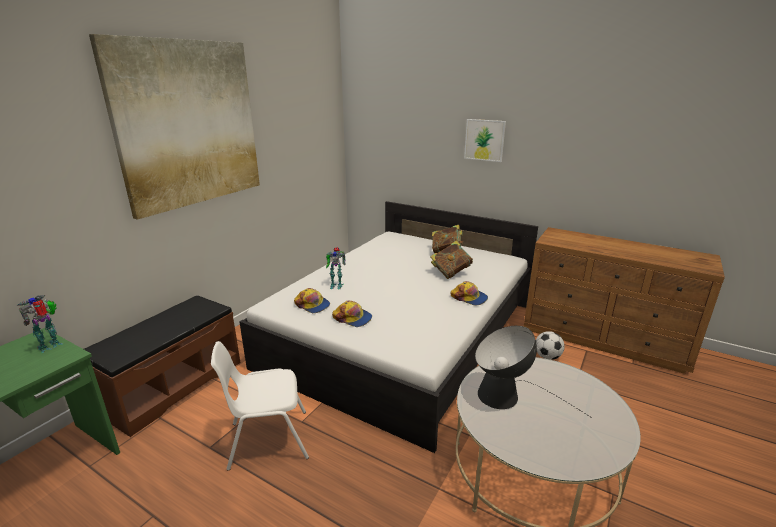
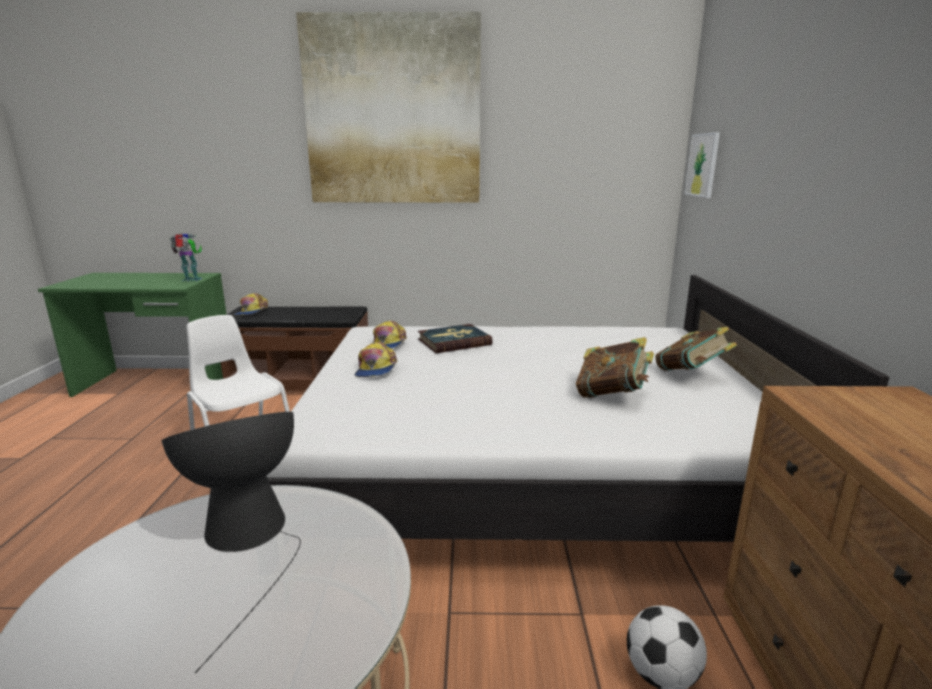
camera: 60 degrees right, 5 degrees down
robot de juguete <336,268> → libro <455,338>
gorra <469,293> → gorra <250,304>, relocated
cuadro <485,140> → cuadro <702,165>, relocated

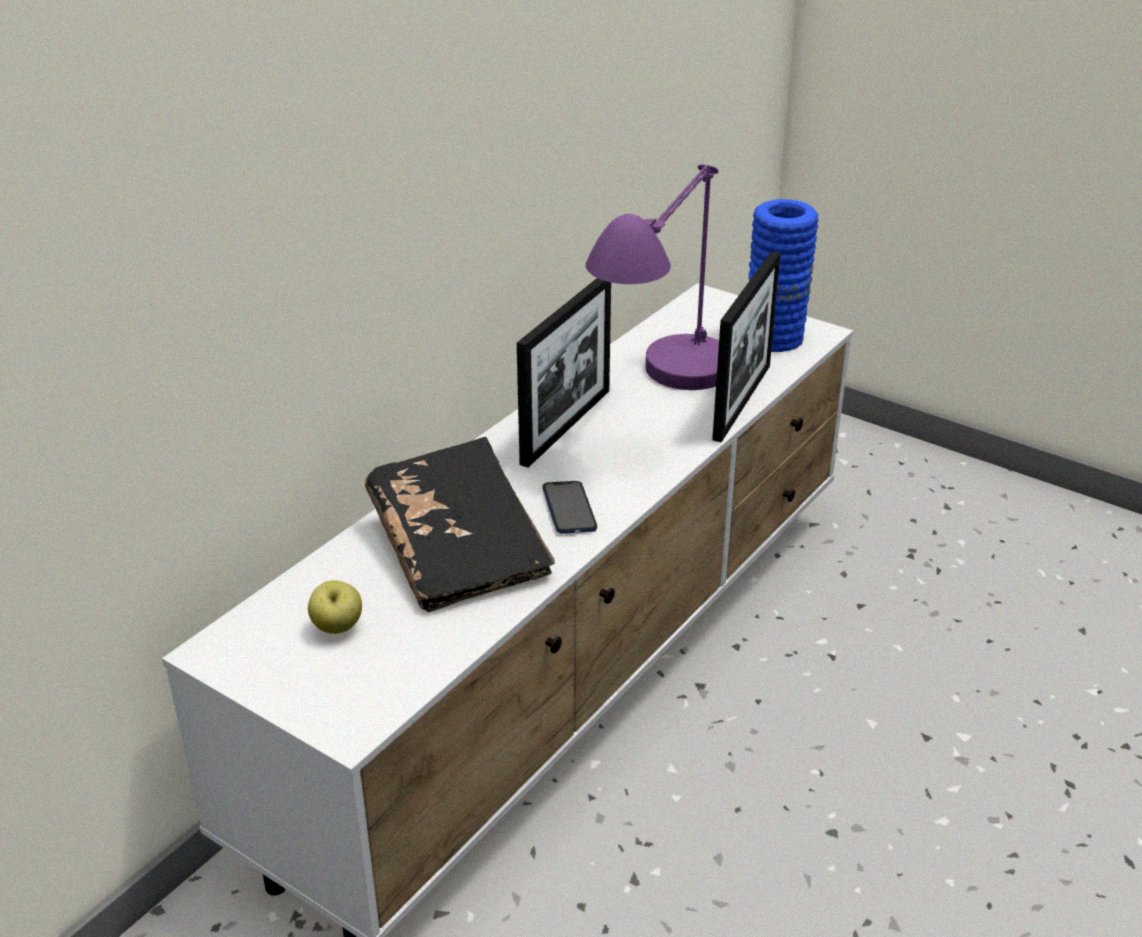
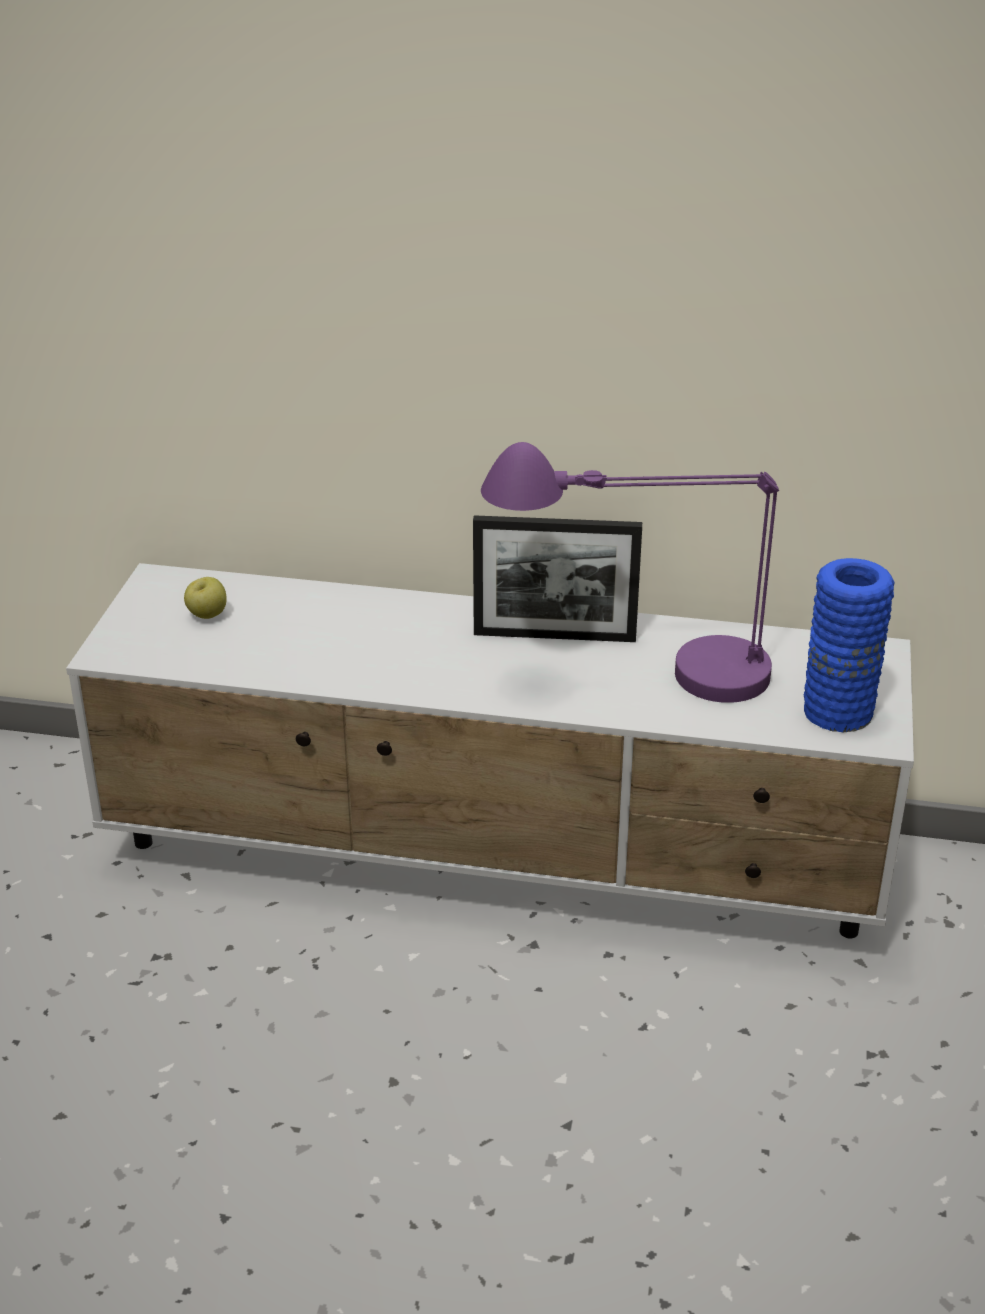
camera: 65 degrees right, 0 degrees up
libro [negro] <460,524> → -
móvil <569,507> → -
portarretratos <746,346> → -

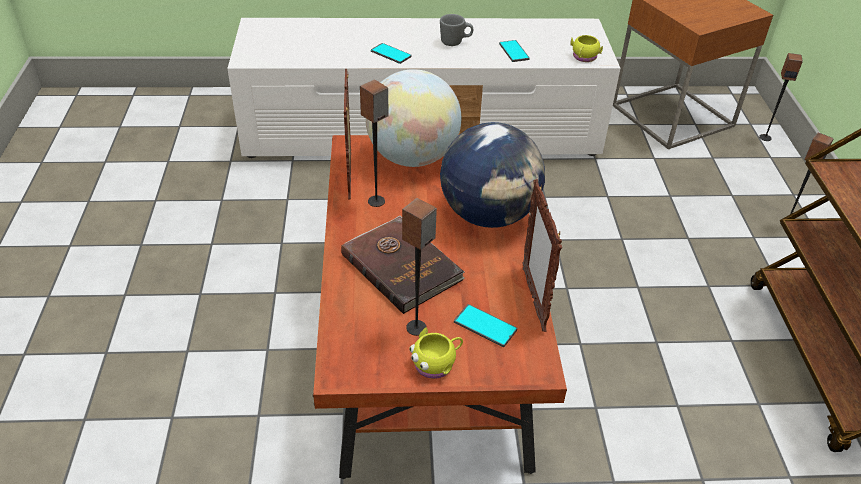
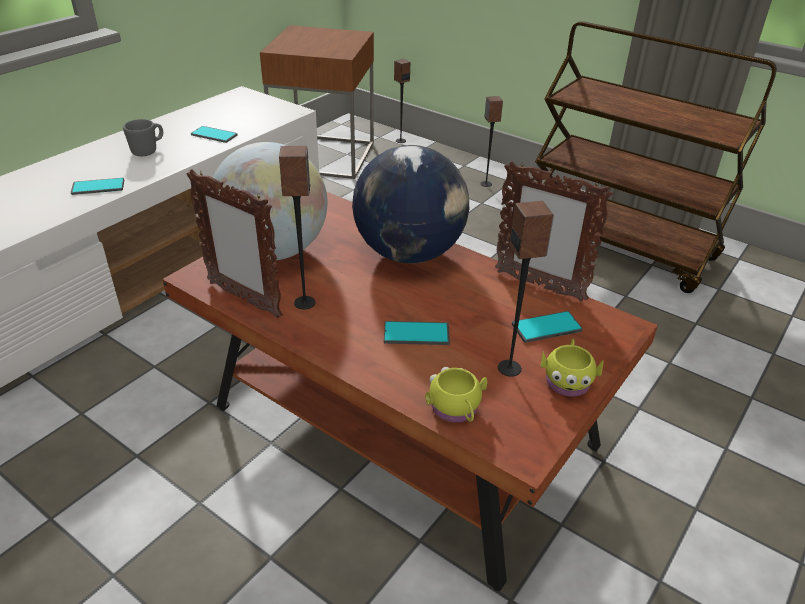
camera: 50 degrees left, 5 degrees down
libro [marrón] <403,265> → móvil <417,333>
taza grande [amarillo] <586,48> → taza grande [amarillo] <456,394>, relocated

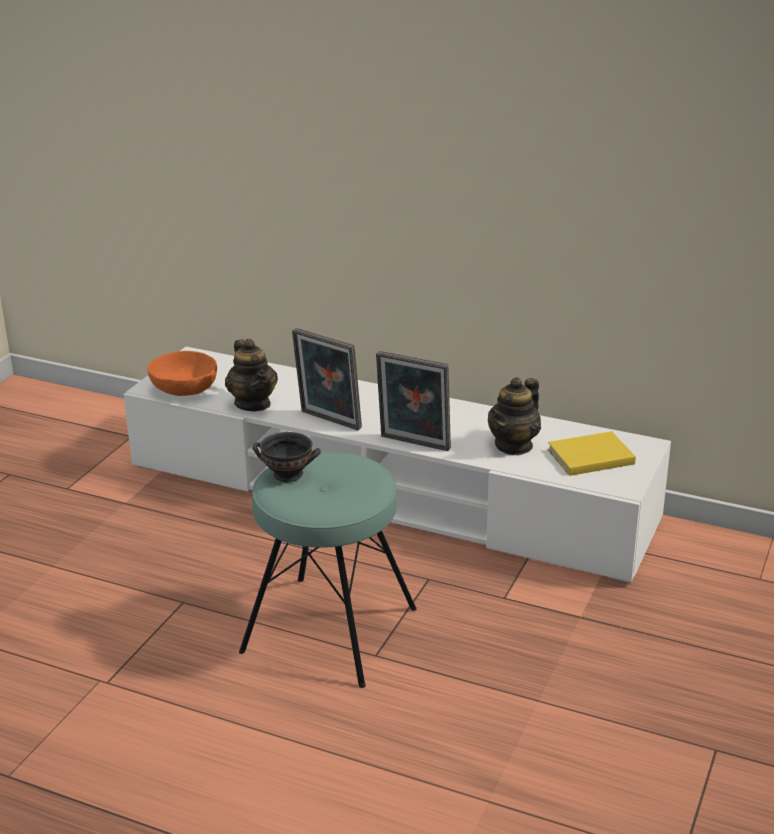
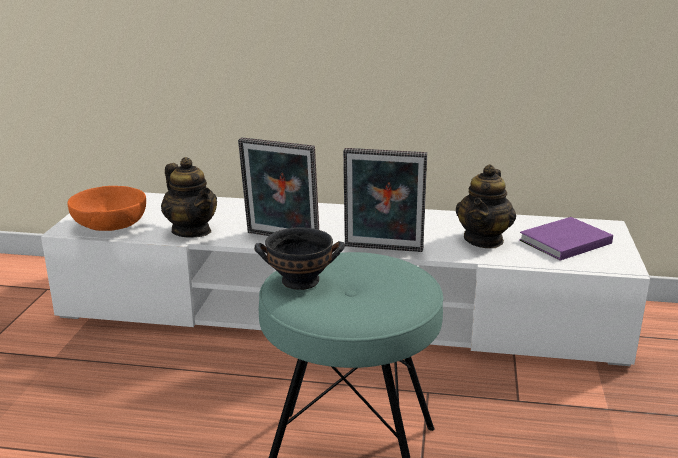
camera: 15 degrees left, 5 degrees down
libro [amarillo] <592,453> → libro [morado] <566,238>

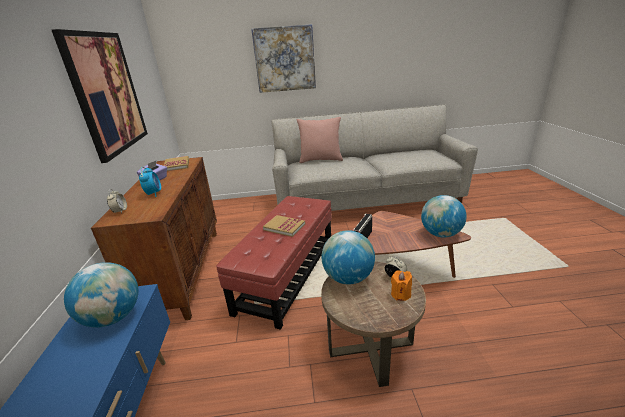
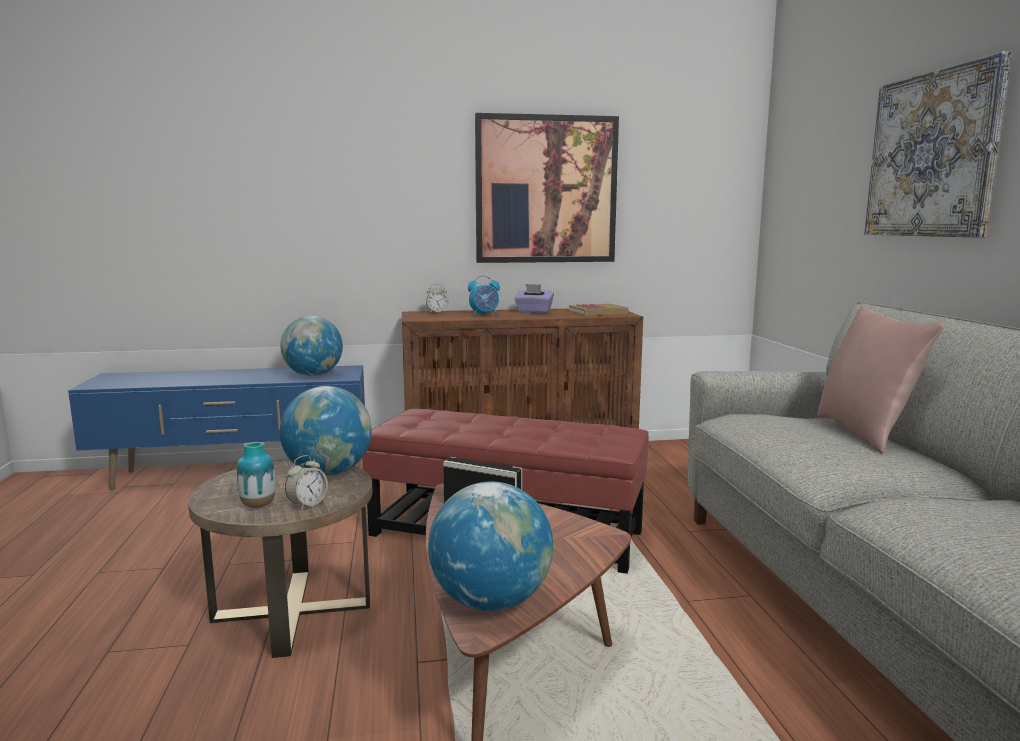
camera: 85 degrees right, 15 degrees down
libro <284,226> → -
vela [naranja] <401,285> → florero <256,475>

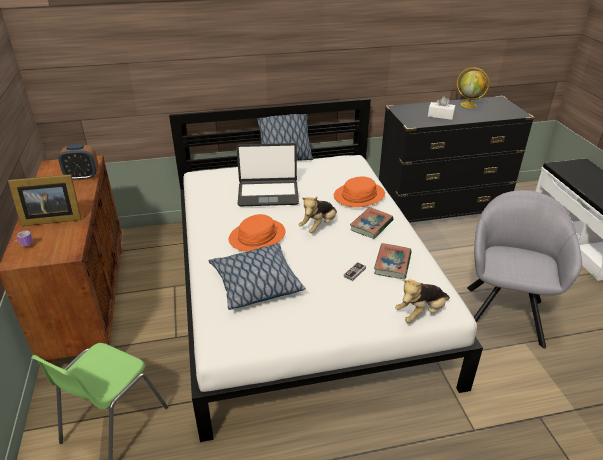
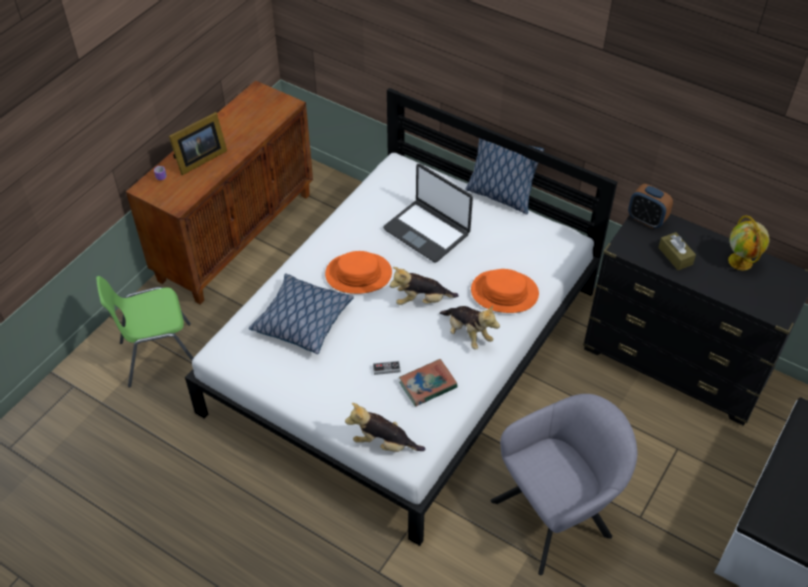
camera: 45 degrees right, 15 degrees up
portarretratos <45,200> → portarretratos <198,143>, 75 degrees counterclockwise
despertador <78,162> → despertador <650,206>, relocated
libro <372,223> → peluche <469,327>
caja de pañuelos [blanco] <441,108> → caja de pañuelos [marrón] <677,251>

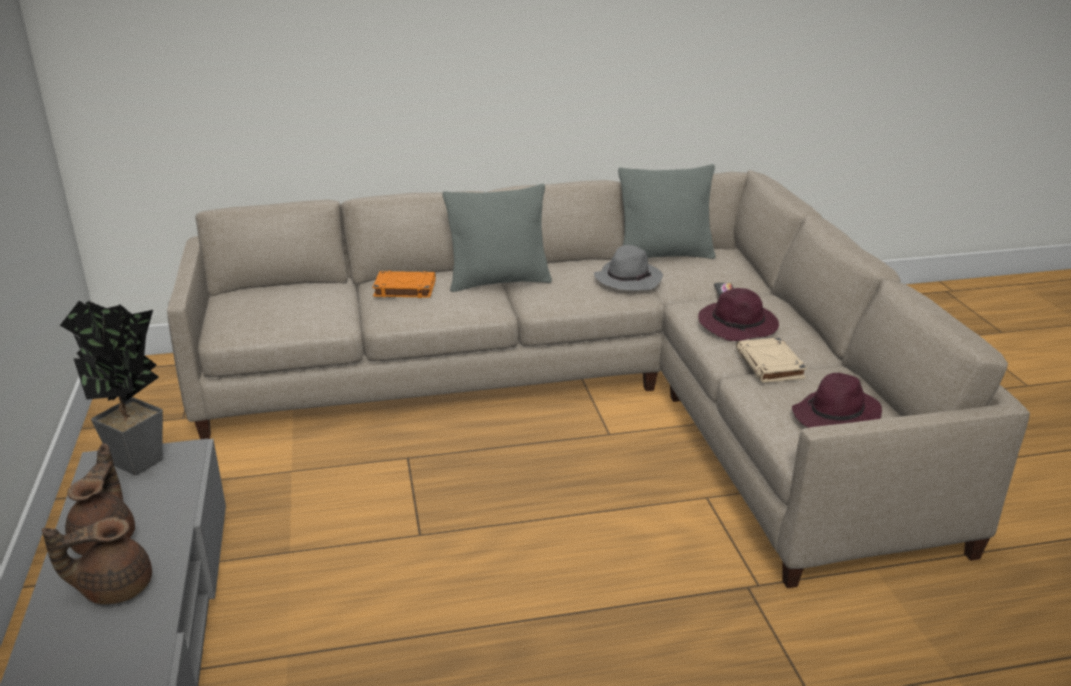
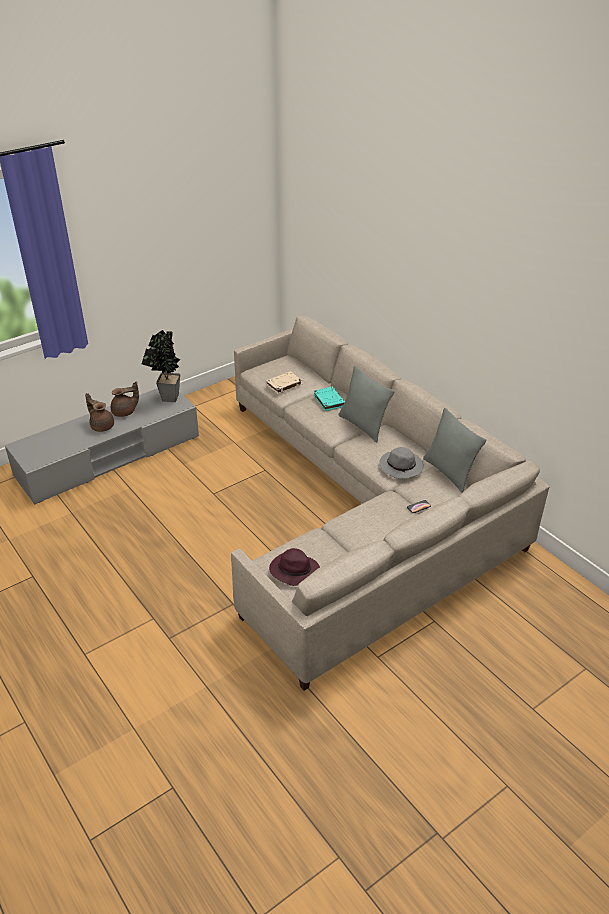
camera: 65 degrees right, 10 degrees up
libro [naranja] <403,284> → libro [turquesa] <329,399>
sombrero [morado] <738,314> → -
libro [beis] <771,360> → libro [beis] <284,382>, relocated

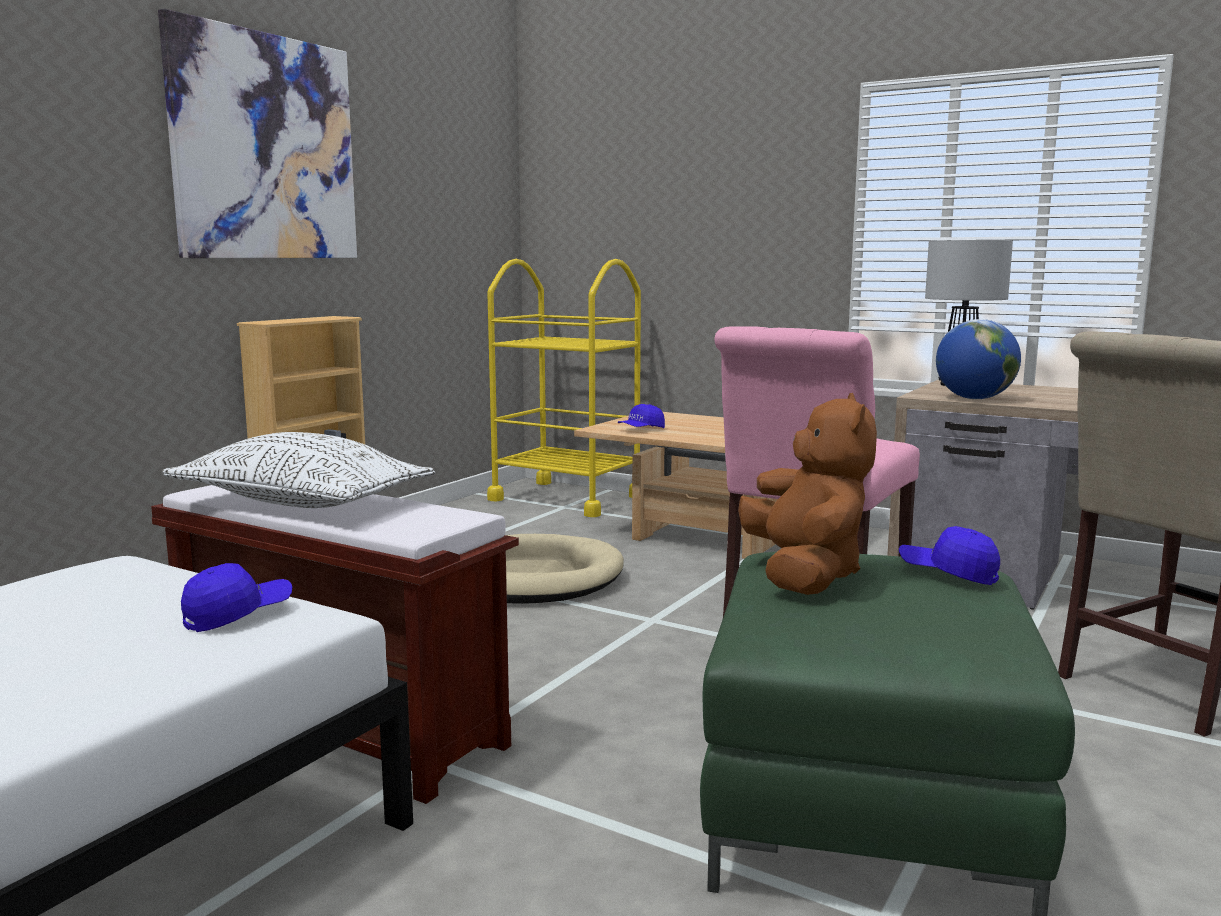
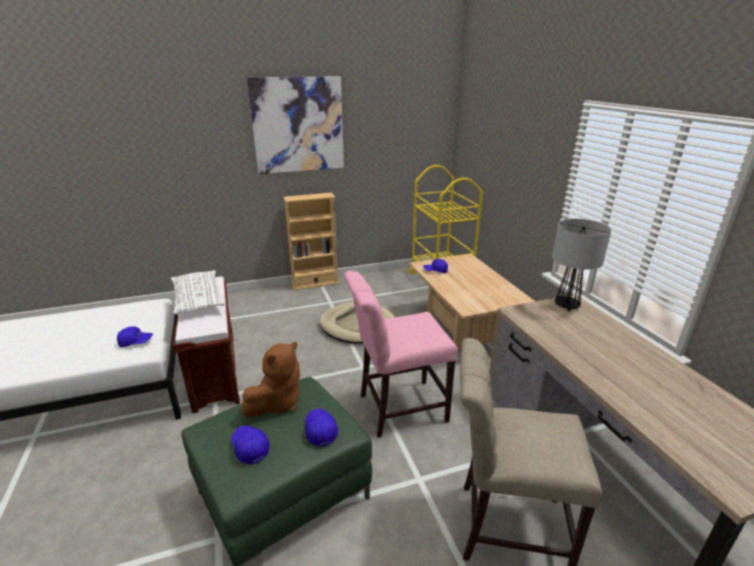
camera: 40 degrees right, 15 degrees up
globo terráqueo <978,359> → -
- → gorra [azul] <250,445>

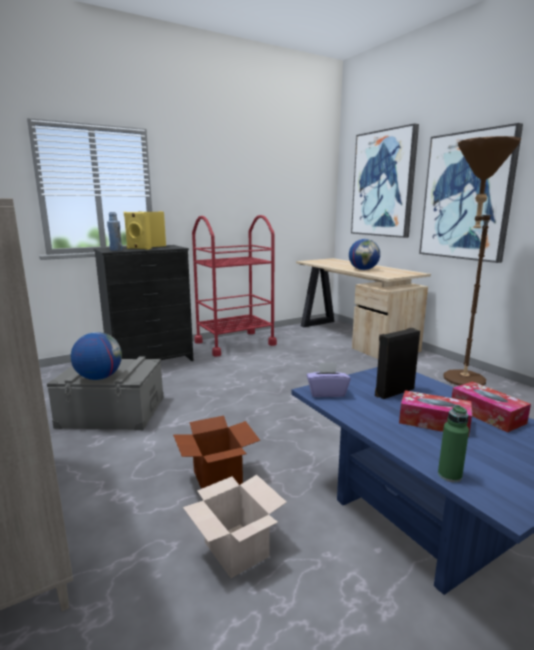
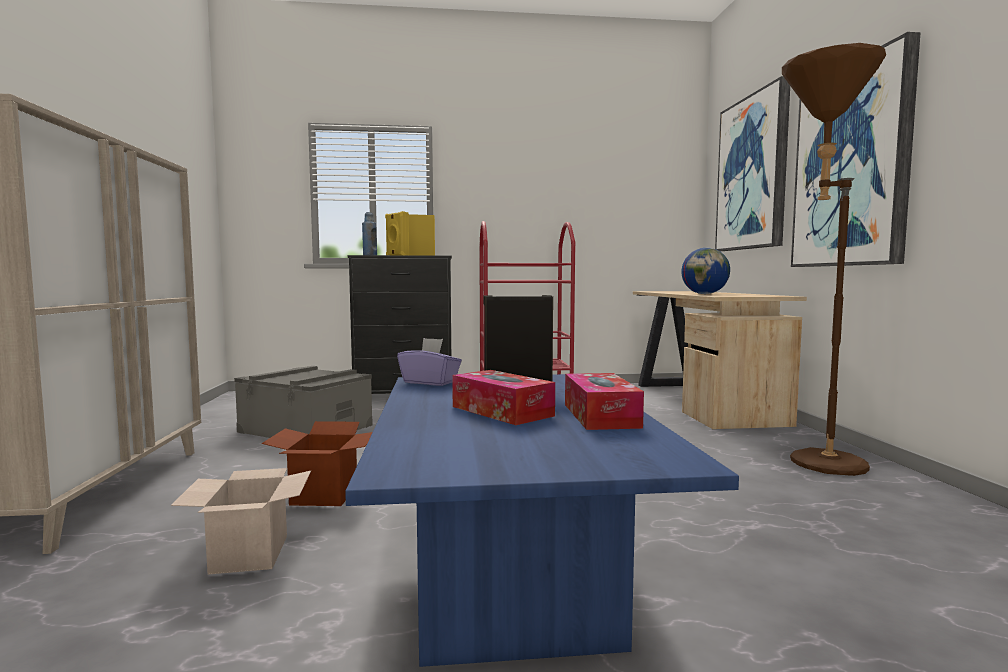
camera: 25 degrees right, 10 degrees down
globo terráqueo <96,356> → -
botella [verde] <453,444> → -

